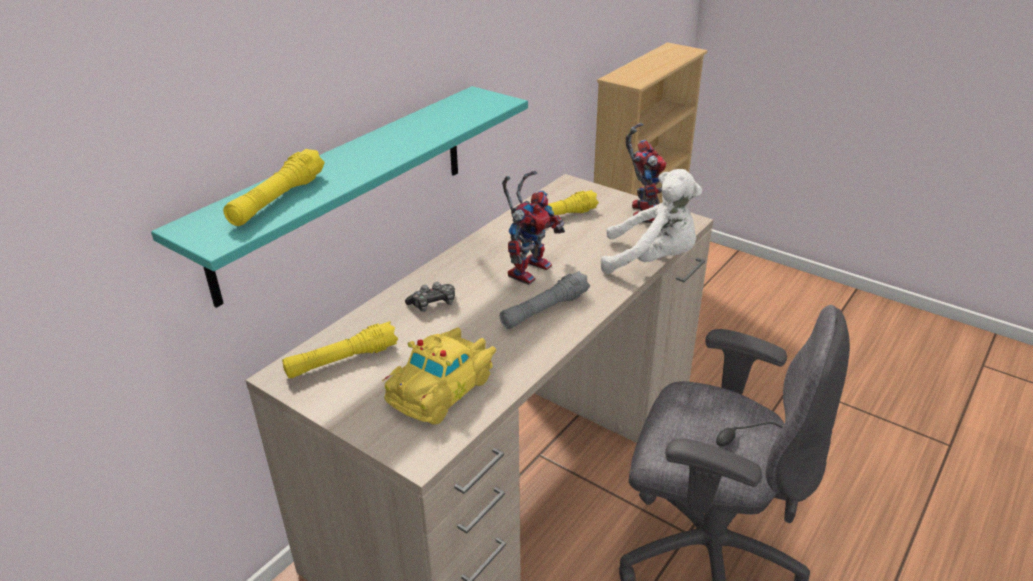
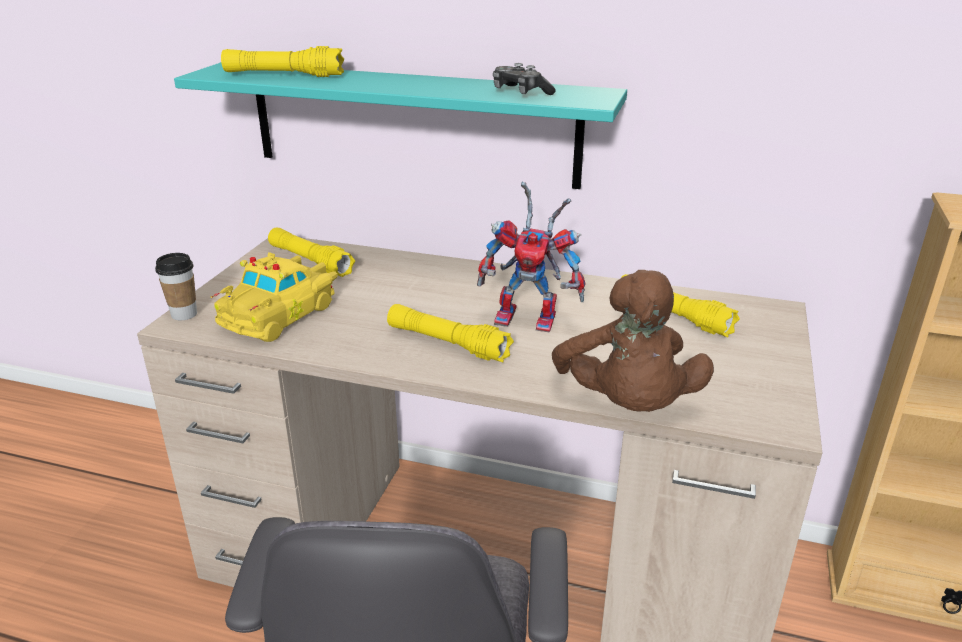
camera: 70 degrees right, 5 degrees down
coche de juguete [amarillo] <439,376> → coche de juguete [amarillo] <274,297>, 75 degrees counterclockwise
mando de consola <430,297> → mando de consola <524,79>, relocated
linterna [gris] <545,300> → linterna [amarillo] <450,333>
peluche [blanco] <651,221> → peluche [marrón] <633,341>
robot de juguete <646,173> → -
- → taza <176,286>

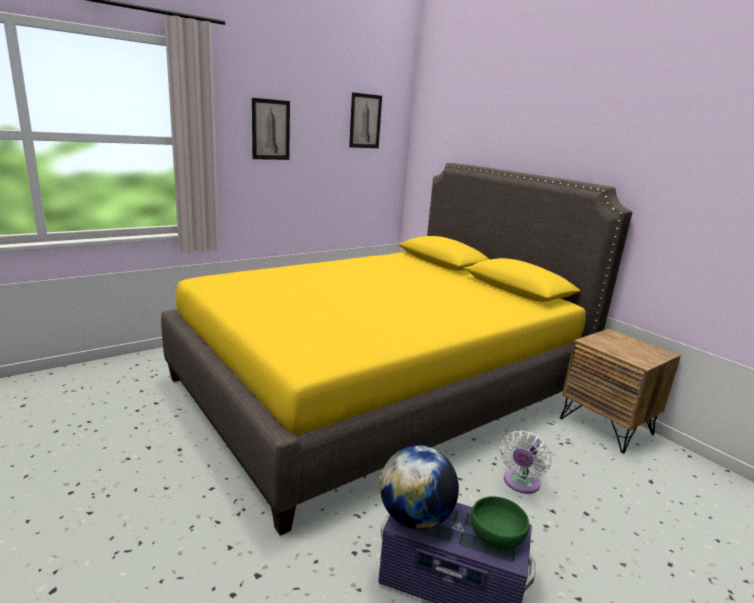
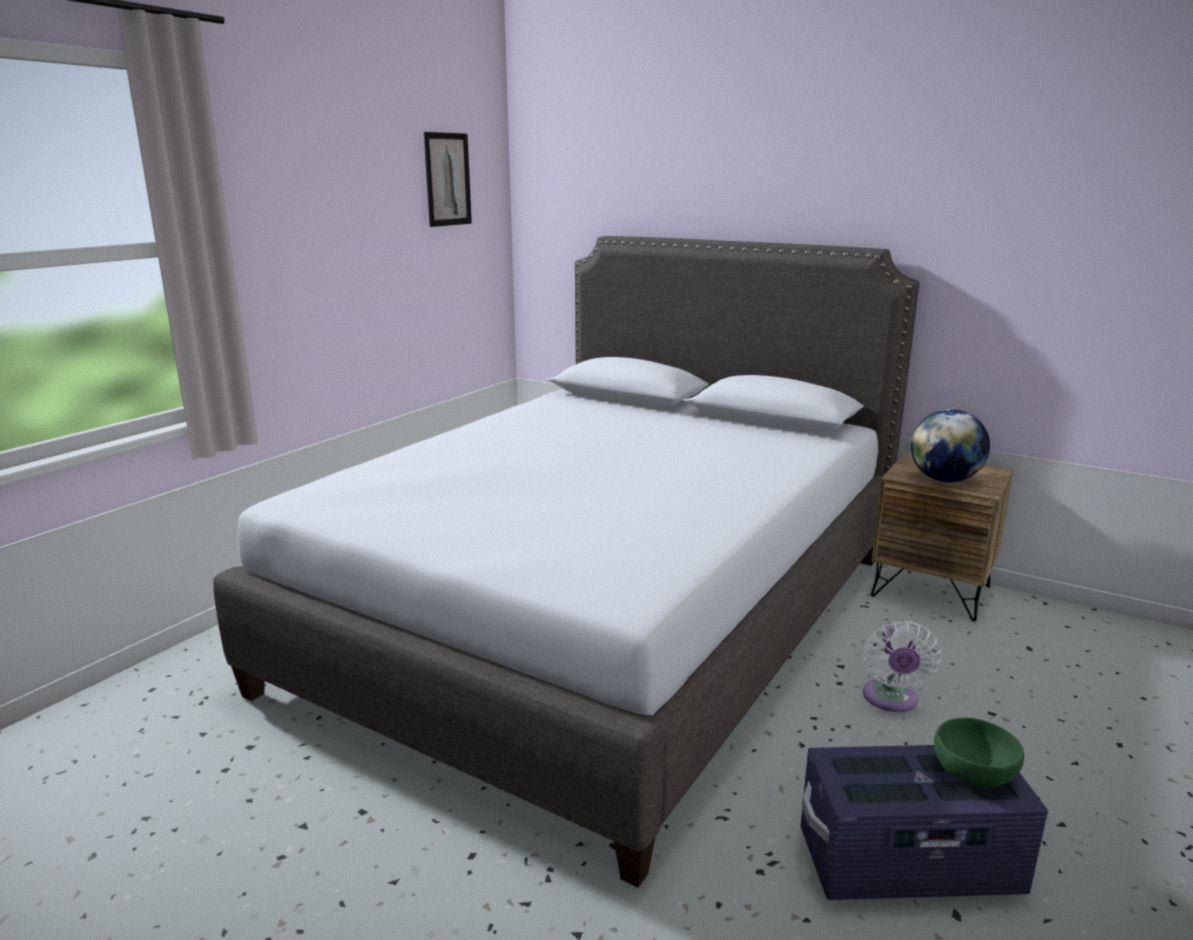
camera: 20 degrees left, 0 degrees up
cama [amarillo] <396,349> → cama [gris] <566,561>
cuadro <271,129> → -
globo terráqueo <419,487> → globo terráqueo <950,445>, relocated

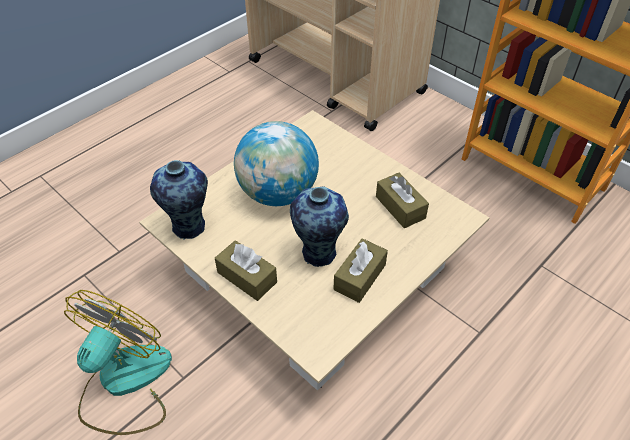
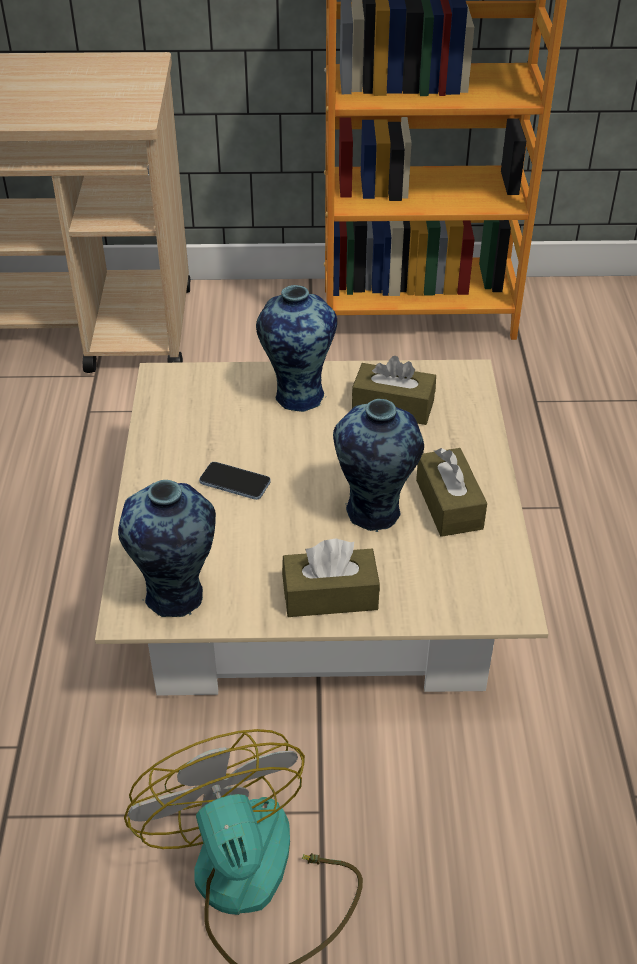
camera: 45 degrees left, 5 degrees down
globo terráqueo <276,163> → móvil <235,481>
- → florero <296,348>

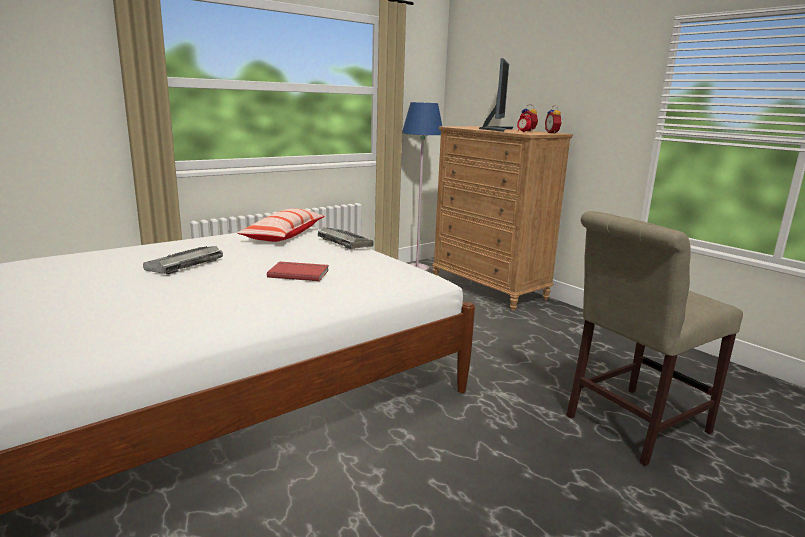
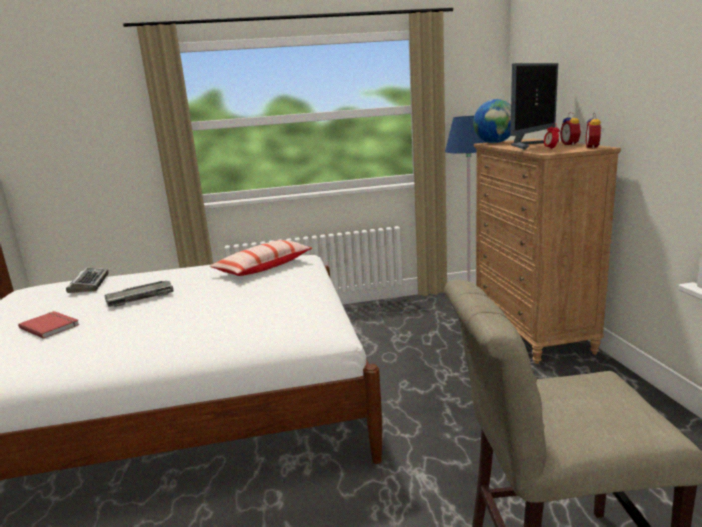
camera: 30 degrees right, 0 degrees up
libro [rojo] <298,271> → libro [rojo] <49,325>, relocated
teclado <346,238> → teclado <87,280>, relocated
- → globo terráqueo <492,121>

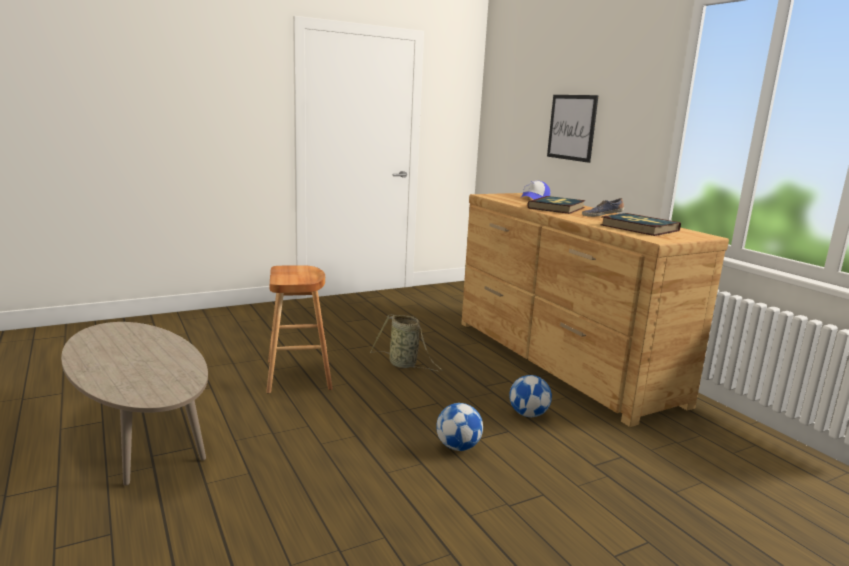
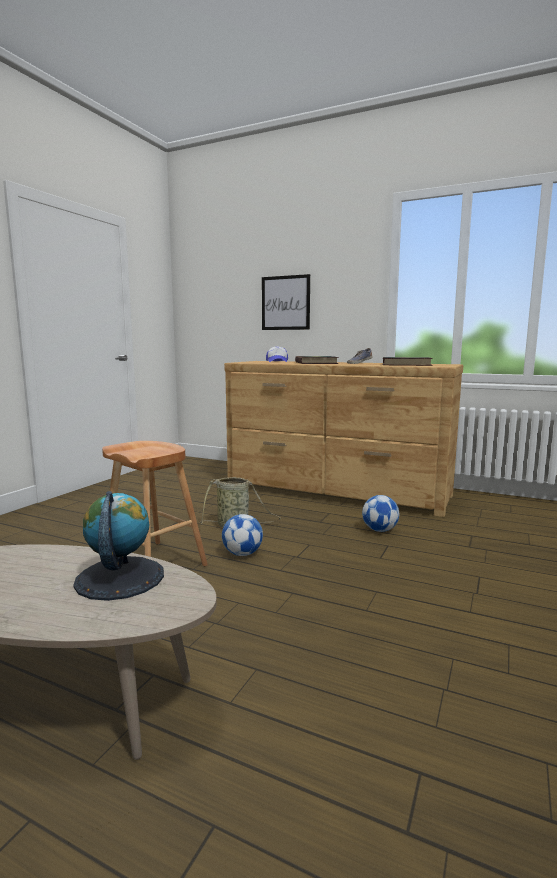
camera: 35 degrees left, 5 degrees down
balón de fútbol <459,427> → balón de fútbol <242,535>, relocated
- → globo terráqueo <118,546>

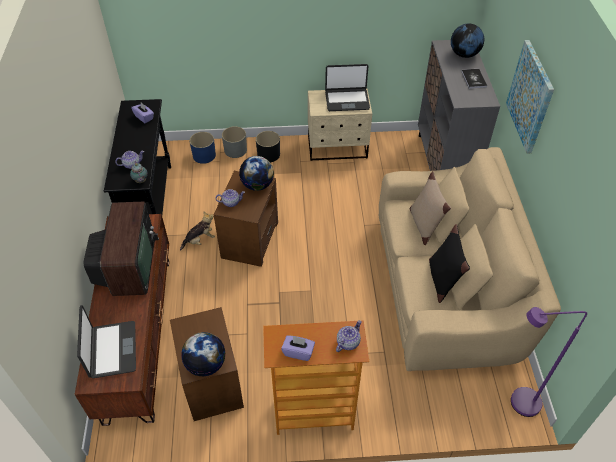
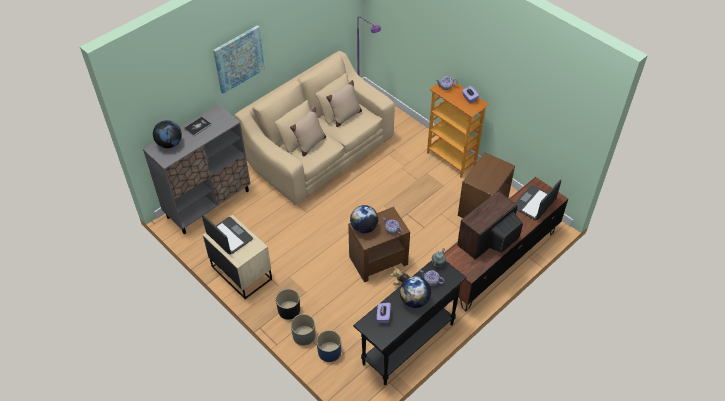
camera: 130 degrees left, 0 degrees up
globo terráqueo <203,354> → globo terráqueo <415,292>, relocated
cojín [negro] <449,263> → cojín [beis] <344,103>

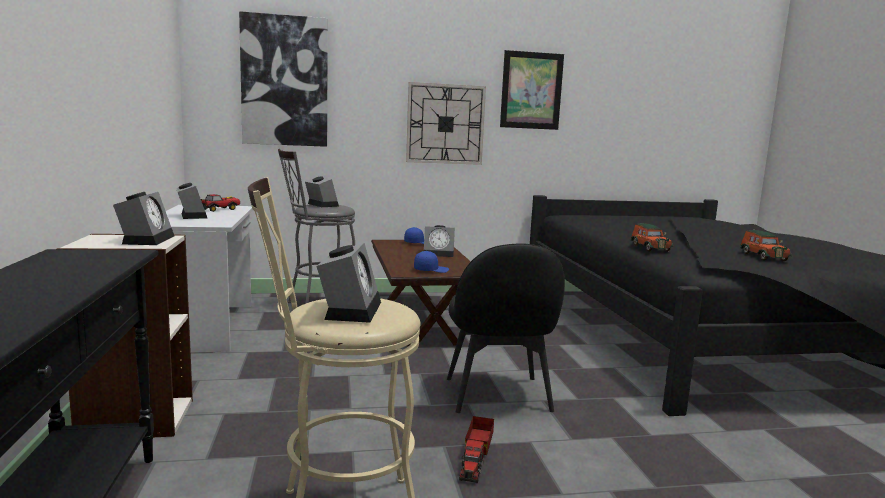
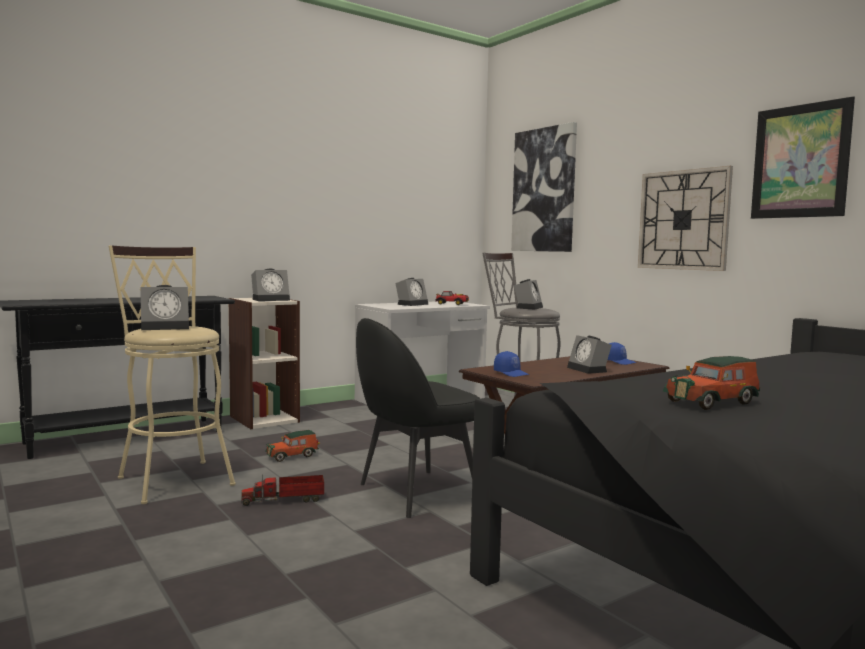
camera: 65 degrees right, 5 degrees down
coche de juguete <652,237> → coche de juguete <293,446>, relocated

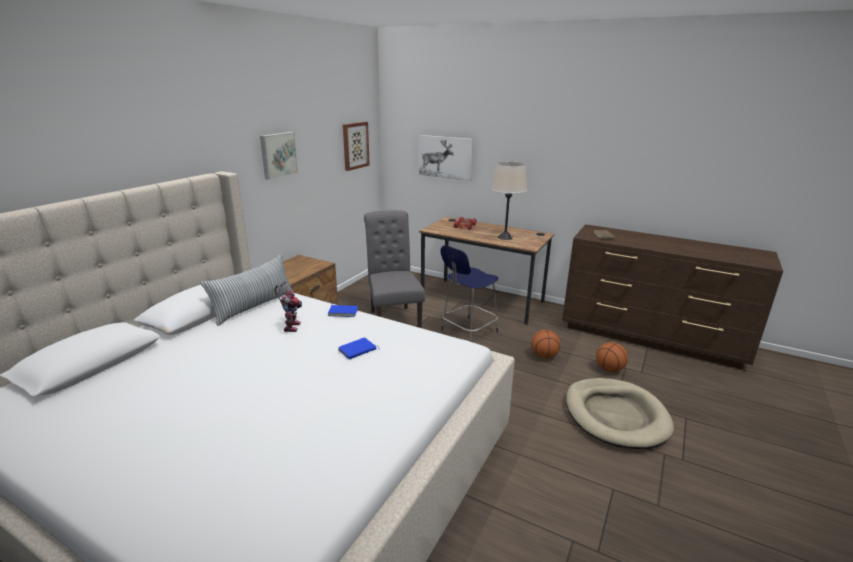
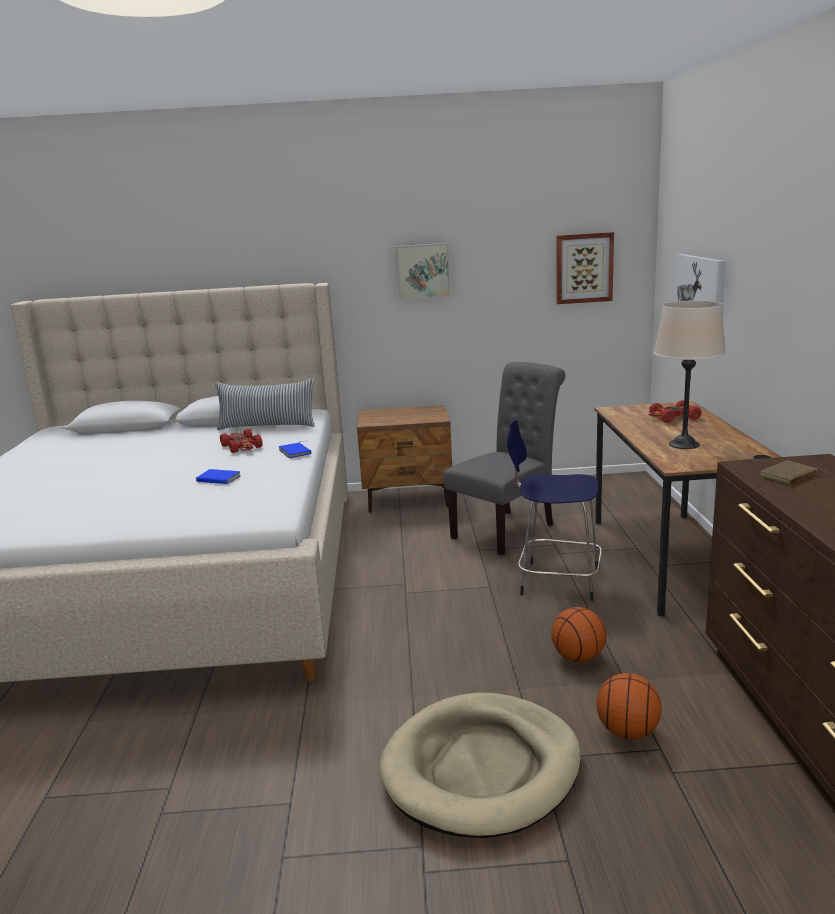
camera: 60 degrees right, 5 degrees down
robot de juguete <288,306> → coche de juguete [rojo] <241,441>

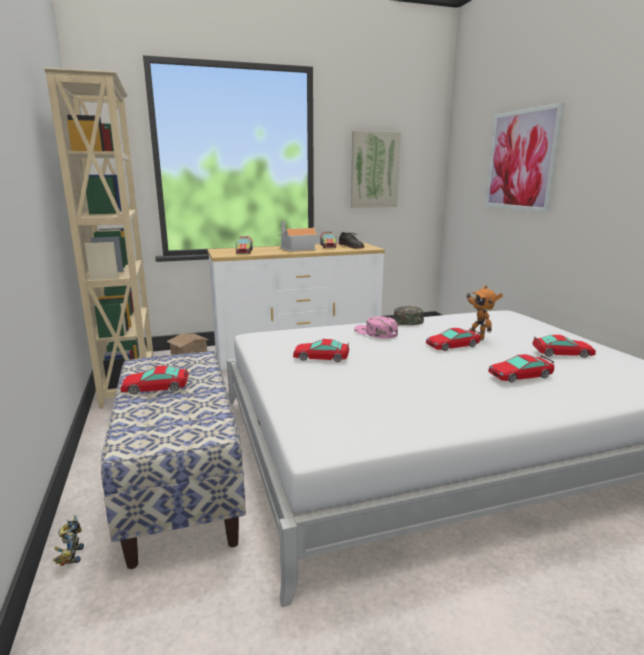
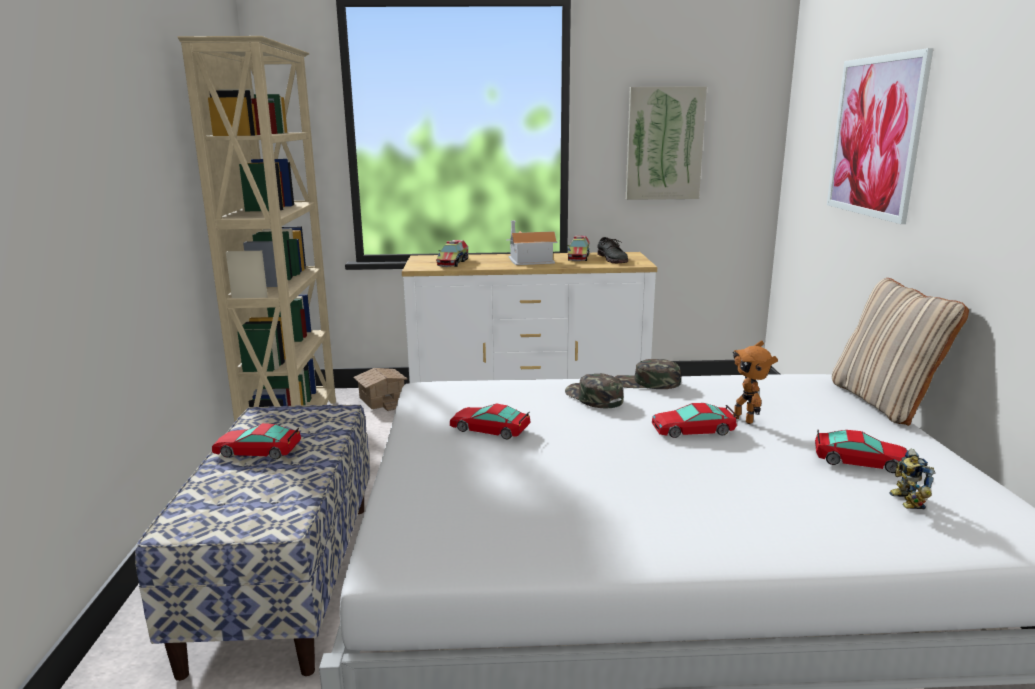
camera: 15 degrees right, 0 degrees up
robot de juguete <68,540> → robot de juguete <912,479>, relocated
gorra [rosa] <376,327> → gorra [verde] <594,390>
coche de juguete <521,368> → -
- → cojín [beis] <900,352>

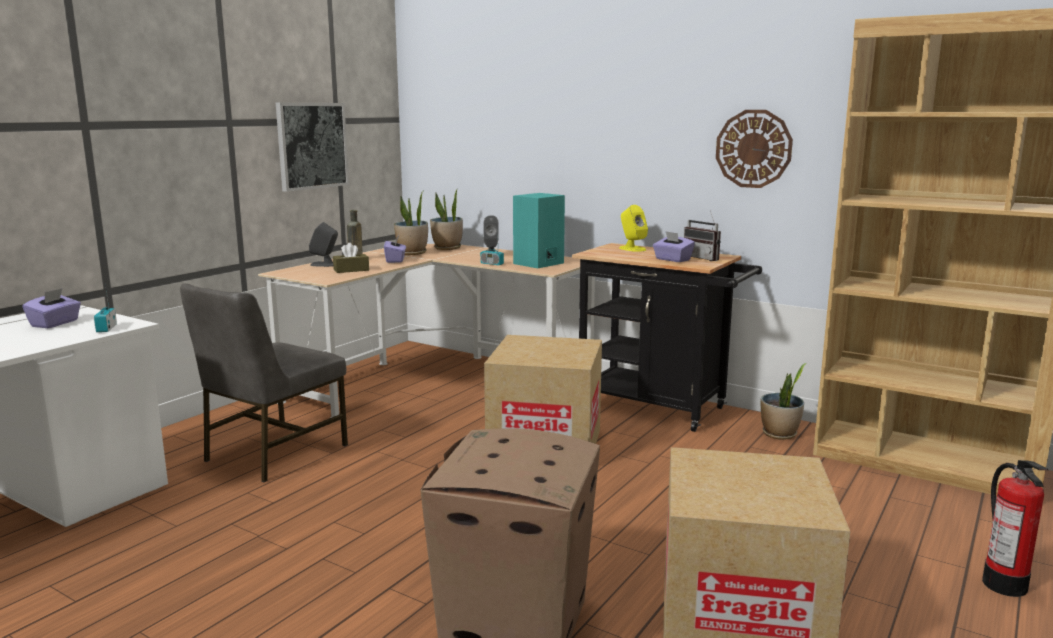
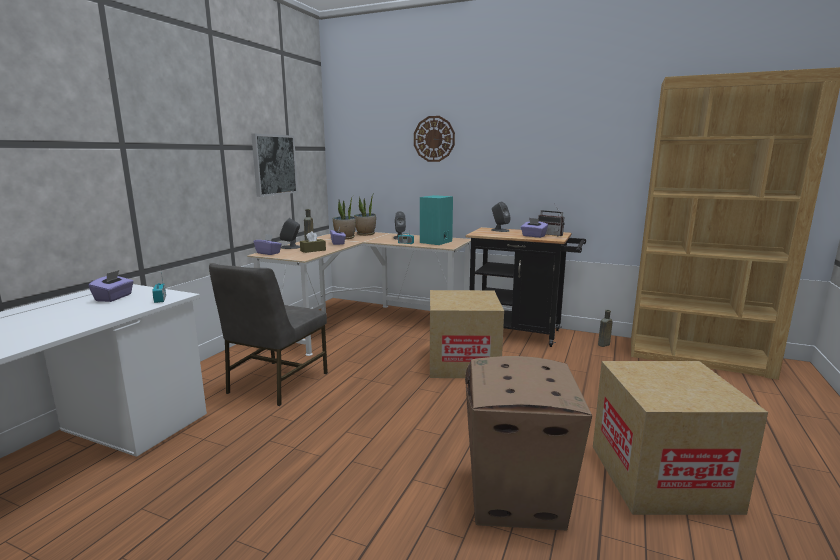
camera: 10 degrees left, 0 degrees up
altavoz [amarillo] <633,228> → altavoz [gris] <501,217>
reloj de pared <754,149> → reloj de pared <434,139>, relocated
planta en maceta <783,401> → botella [marrón] <605,328>
extintor <1015,528> → -
- → caja de pañuelos [morado] <268,244>

